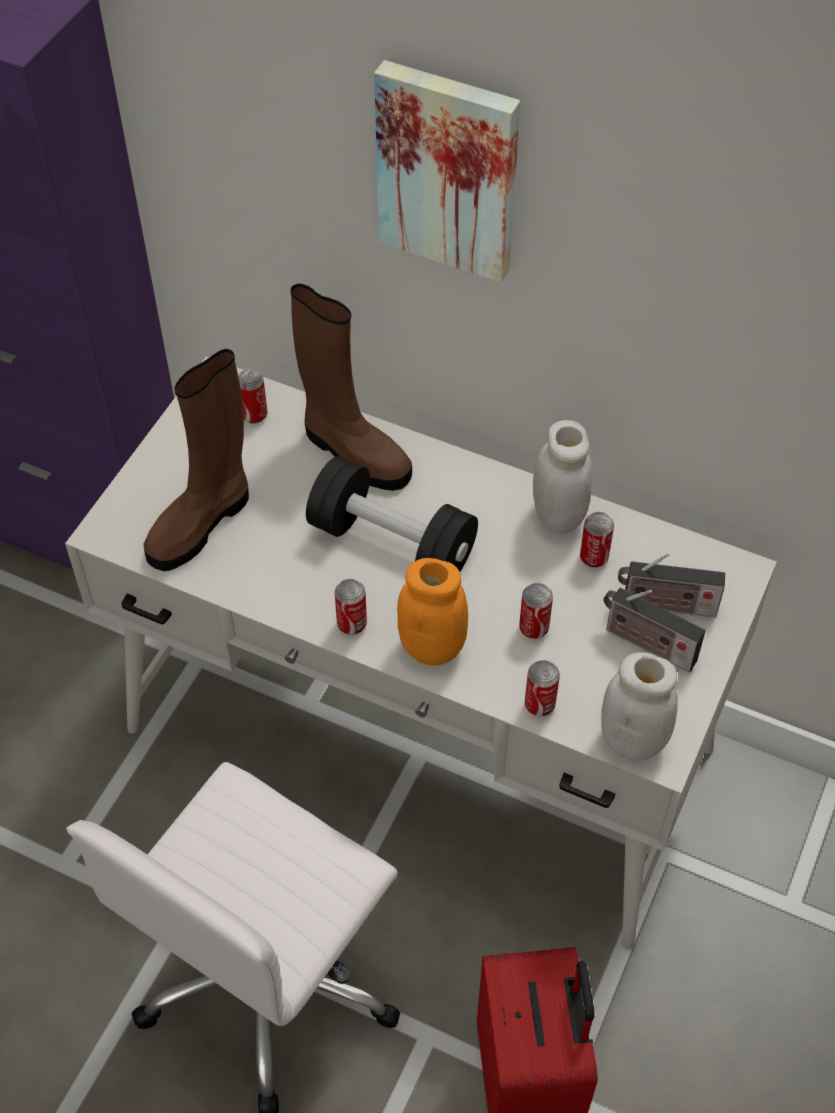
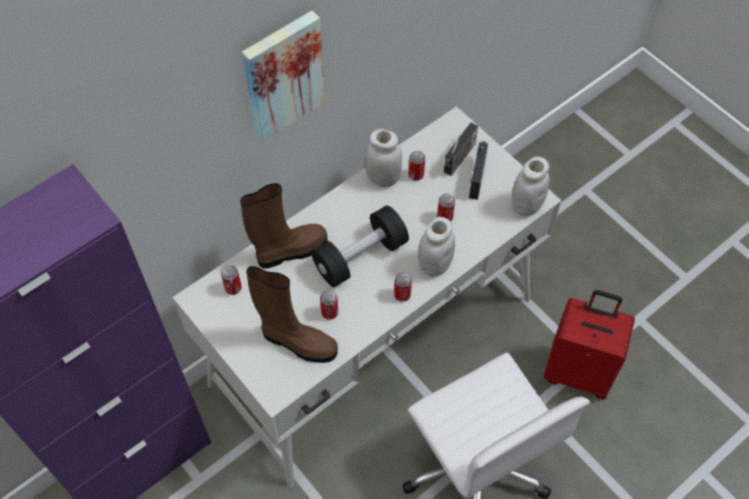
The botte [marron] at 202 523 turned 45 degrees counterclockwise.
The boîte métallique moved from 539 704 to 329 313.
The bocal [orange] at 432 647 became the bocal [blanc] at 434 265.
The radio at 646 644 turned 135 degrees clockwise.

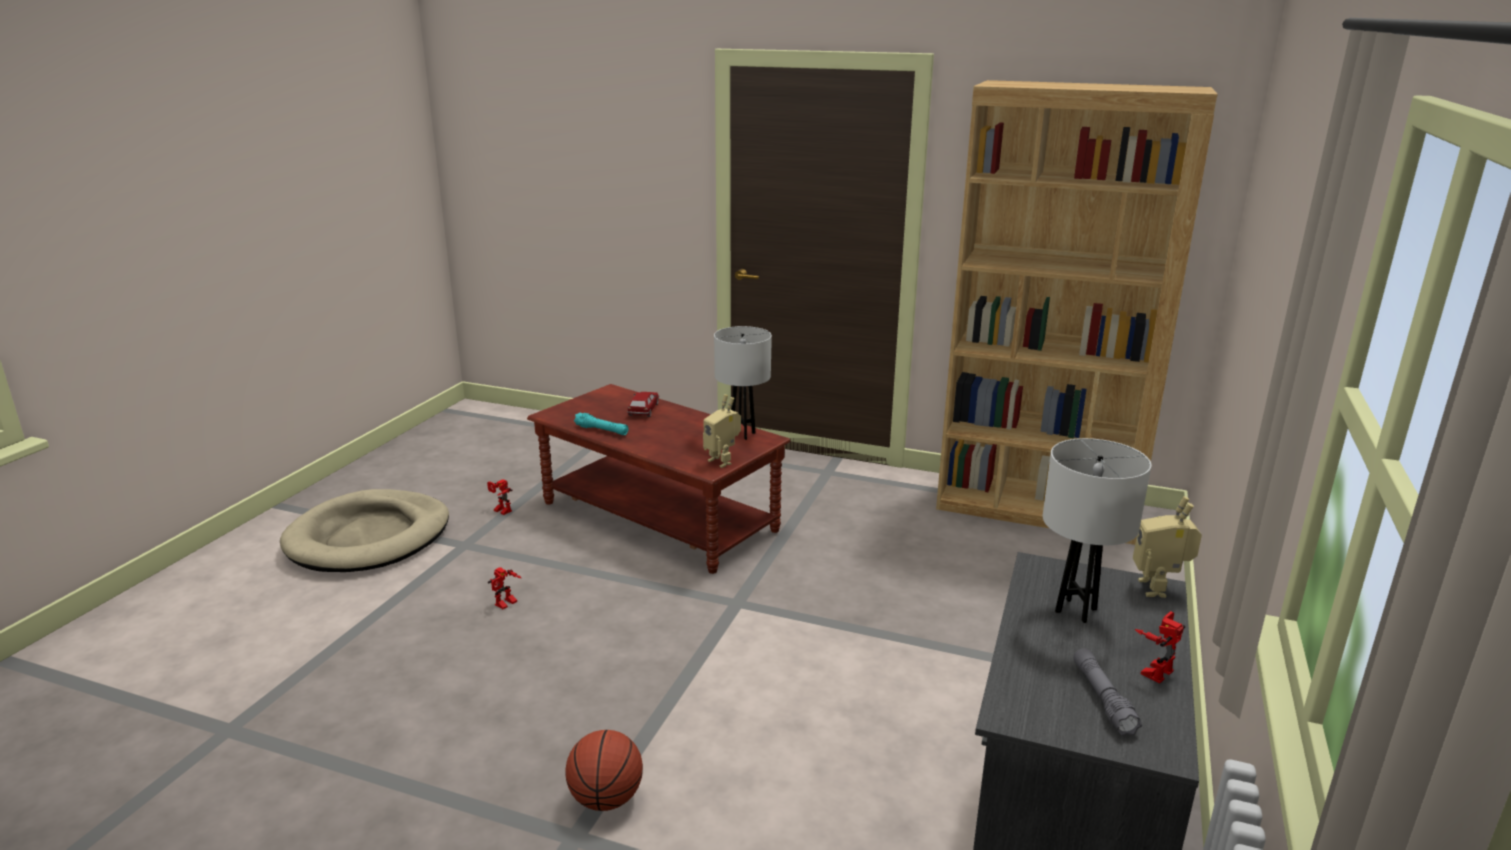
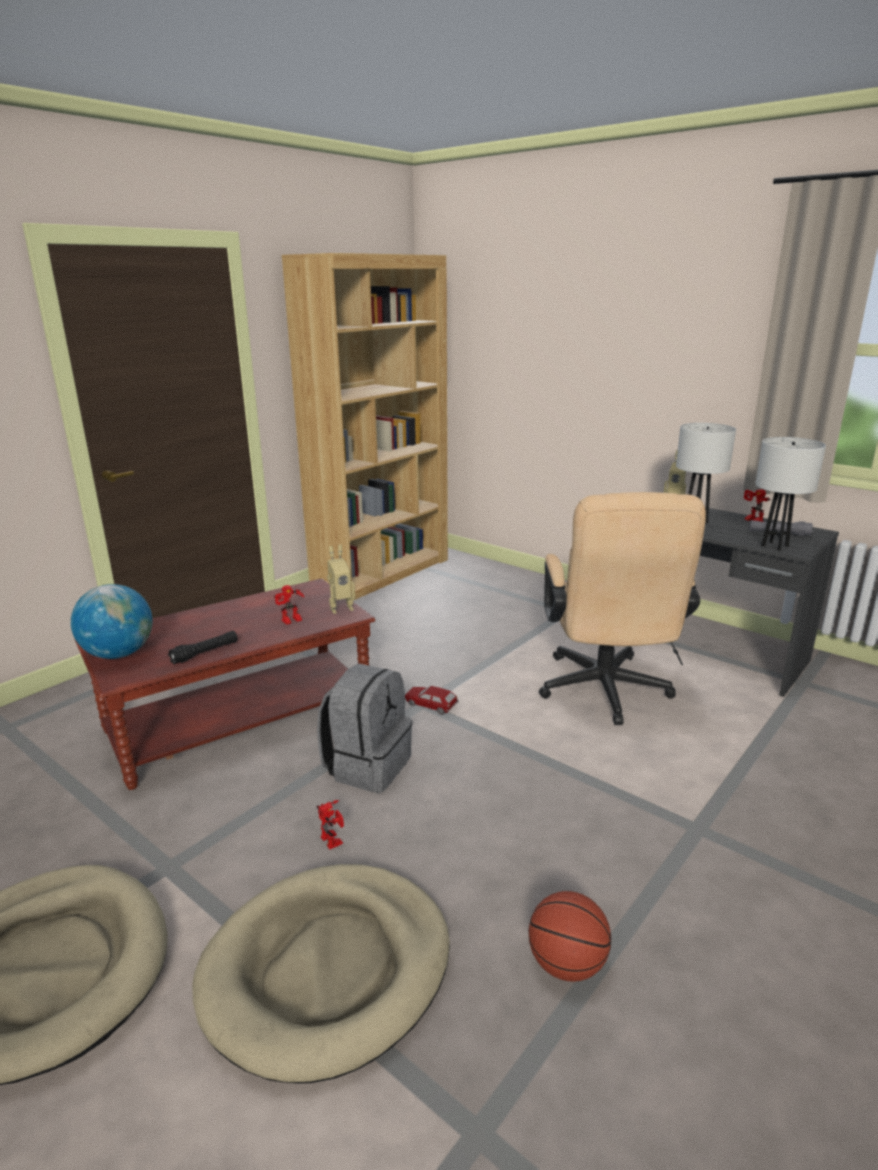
The globe at 119 654 appeared.
The lampe de poche [turquoise] at 601 430 became the lampe de poche [noir] at 205 653.
The panier pour chien [beige] at 327 970 appeared.
The robot jouet moved from 500 511 to 291 621.
The sac à dos [gris] at 367 766 appeared.
The petite voiture moved from 644 409 to 430 705.
The ballon de basket moved from 606 799 to 566 964.
The chaise de bureau [beige] at 605 694 appeared.
The lampe de table [blanc] moved from 742 434 to 775 546.

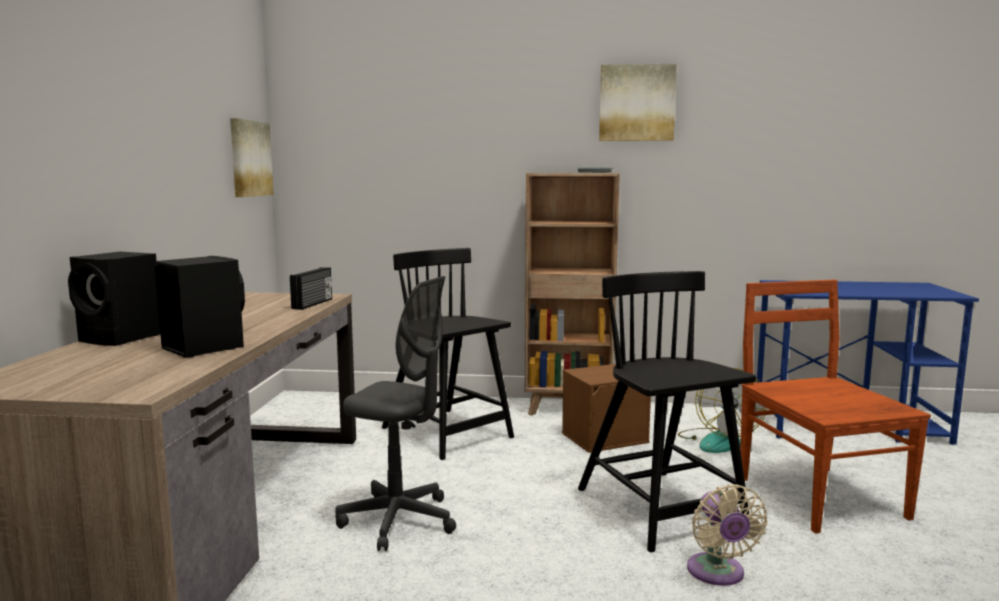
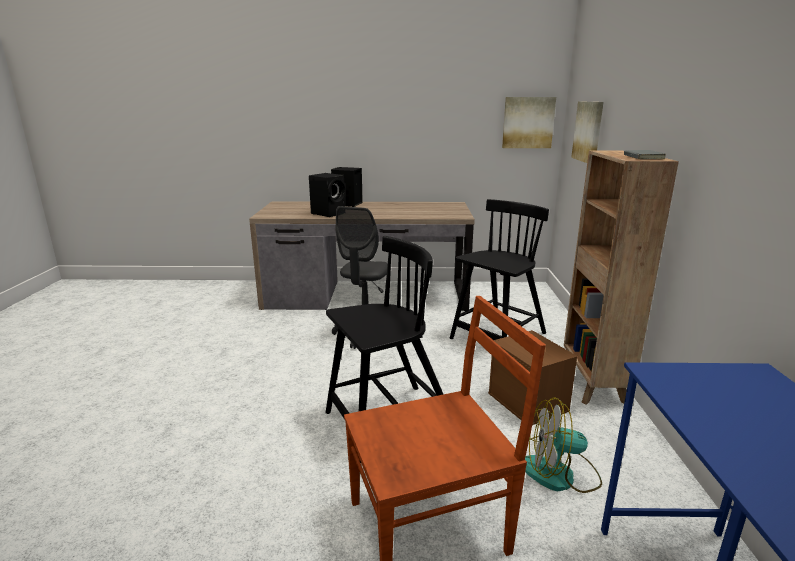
The tableau moved from 636 103 to 588 131.
The radio at 313 304 disappeared.
The ventilateur [beige] at 718 574 disappeared.

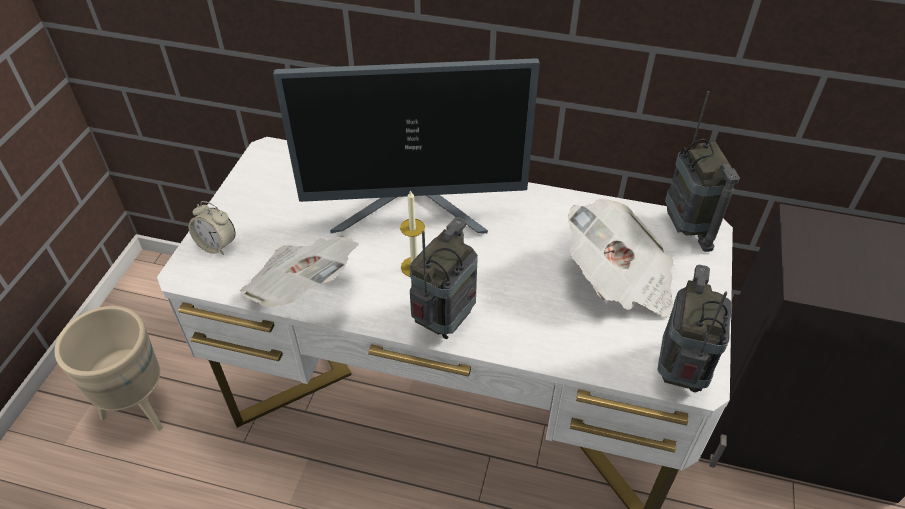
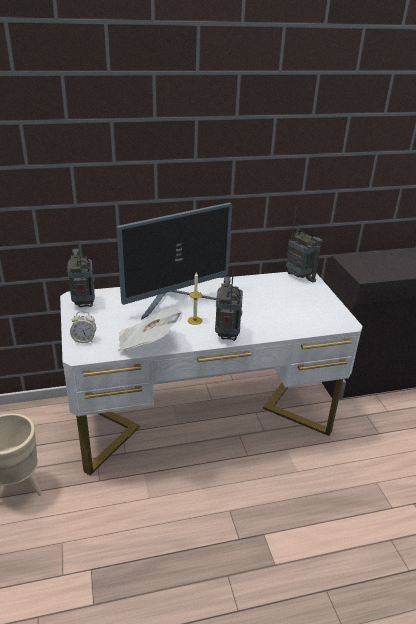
The radio moved from 680 372 to 84 303.
The journal at 619 280 disappeared.

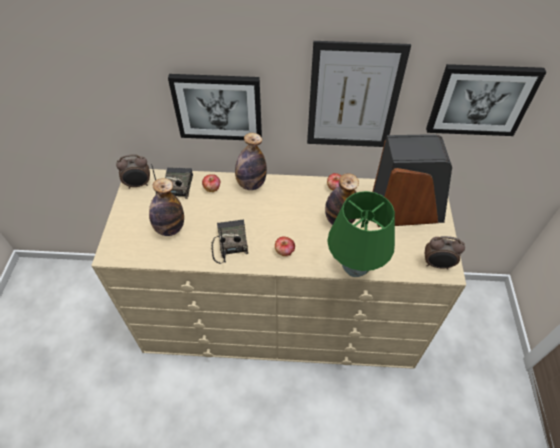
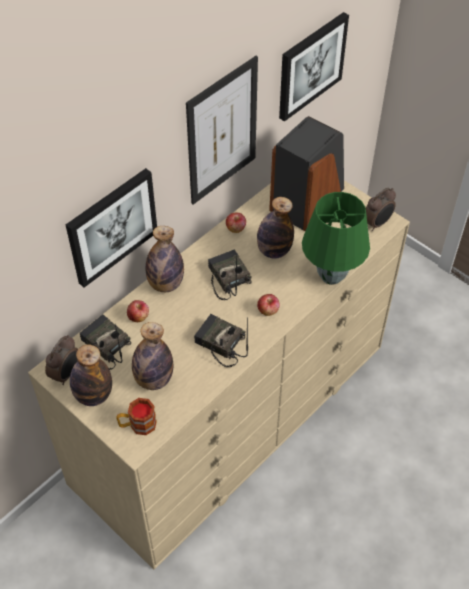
The bouteille at 93 395 appeared.
The mug at 137 425 appeared.
The radio at 227 278 appeared.

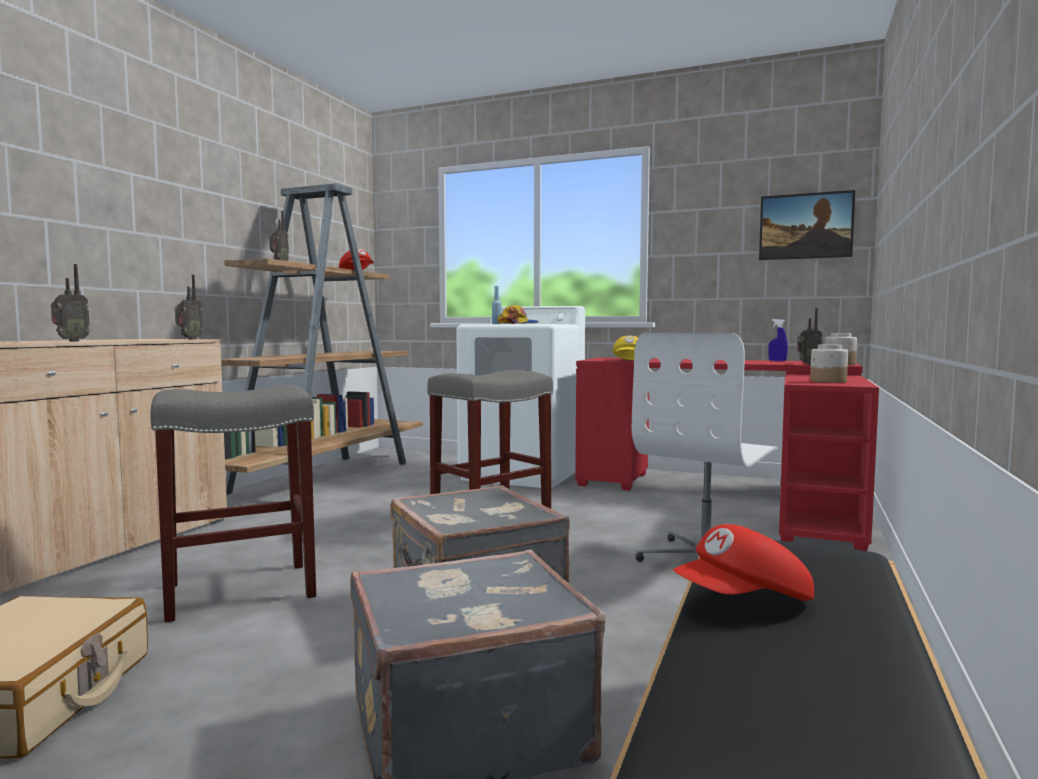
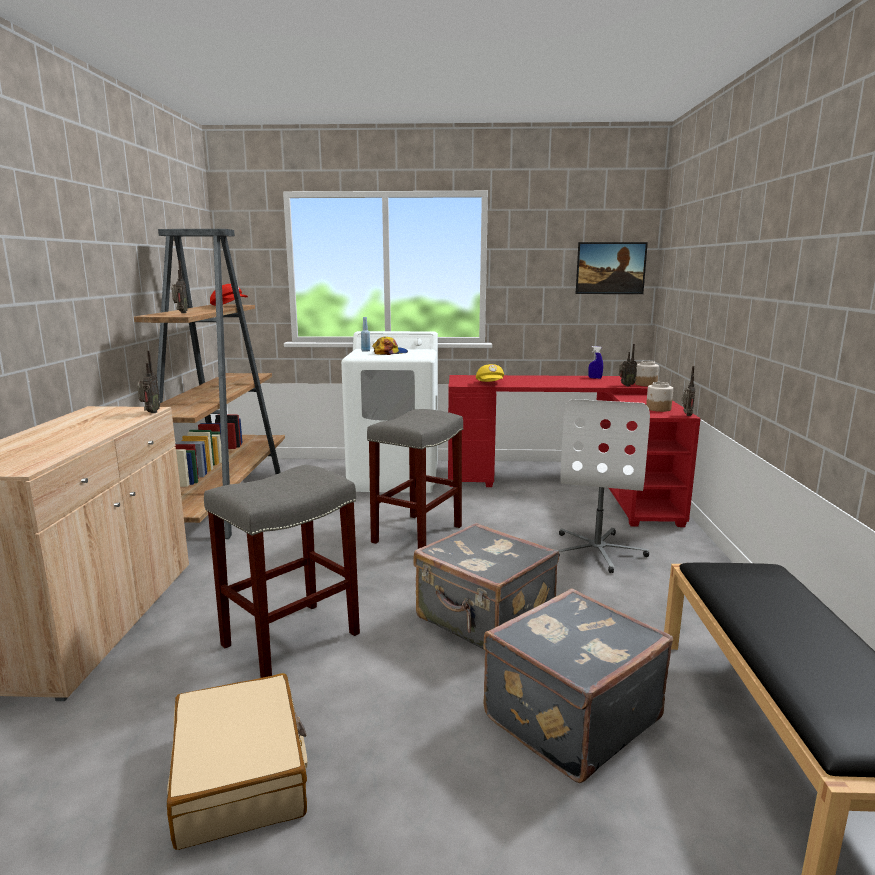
The radio moved from 70 341 to 686 415.
The casquette [rouge] at 744 602 disappeared.

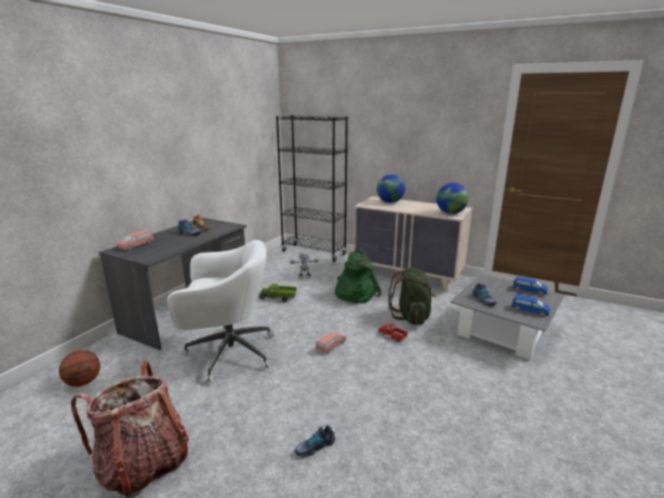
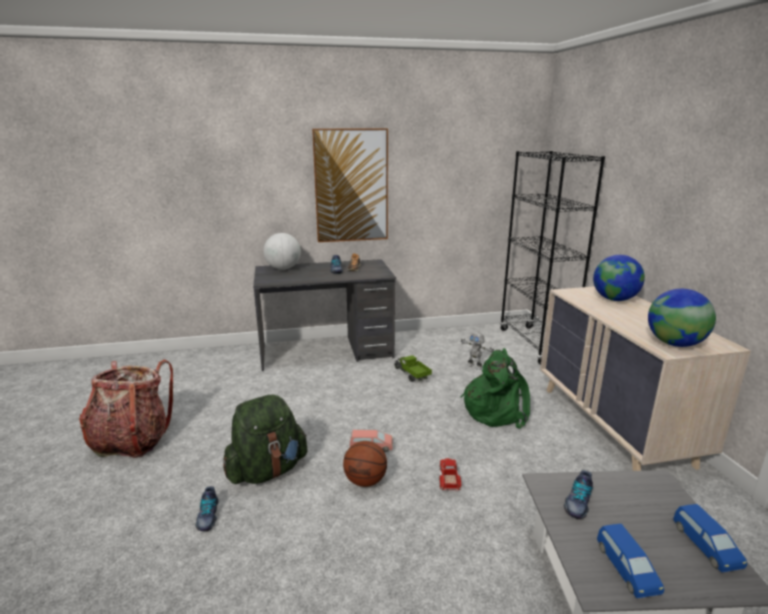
The chaussure at 314 446 turned 120 degrees counterclockwise.
The sac à dos [vert] moved from 411 316 to 267 470.
The petite voiture [rose] at 136 245 was replaced by the globe at 283 269.
The tableau at 351 186 appeared.
The ballon de basket moved from 84 382 to 365 481.
The chaise de bureau [blanc] at 228 353 disappeared.

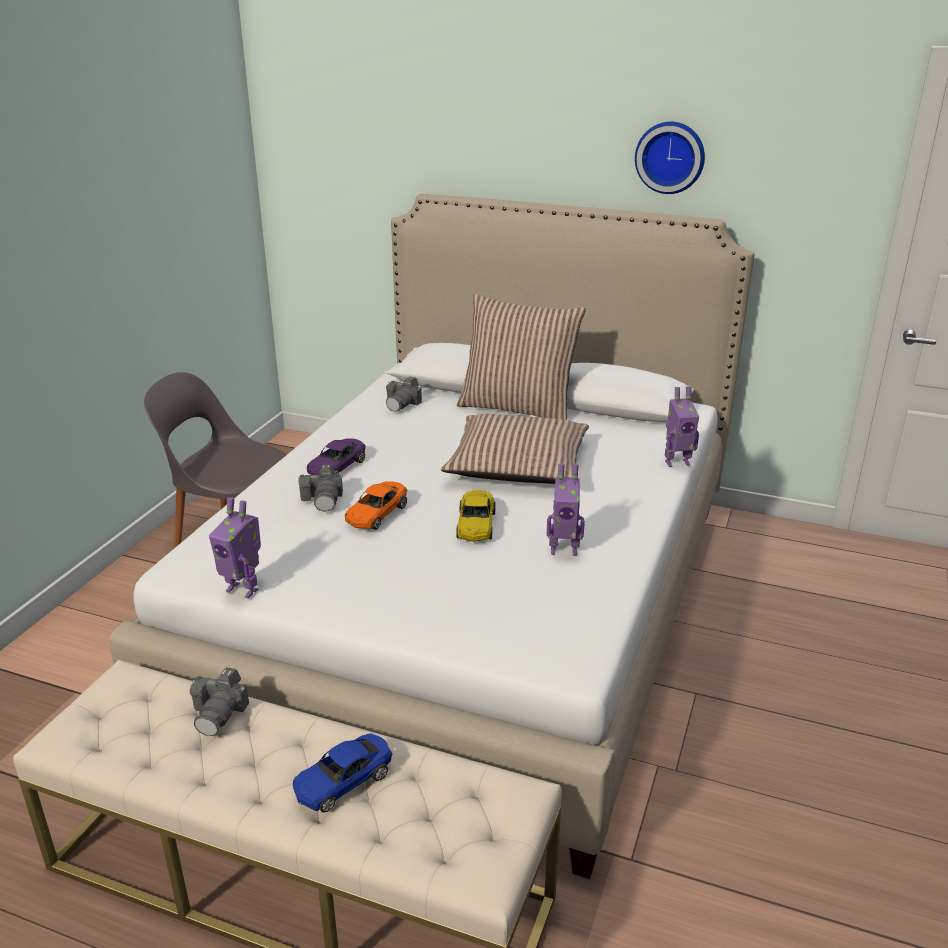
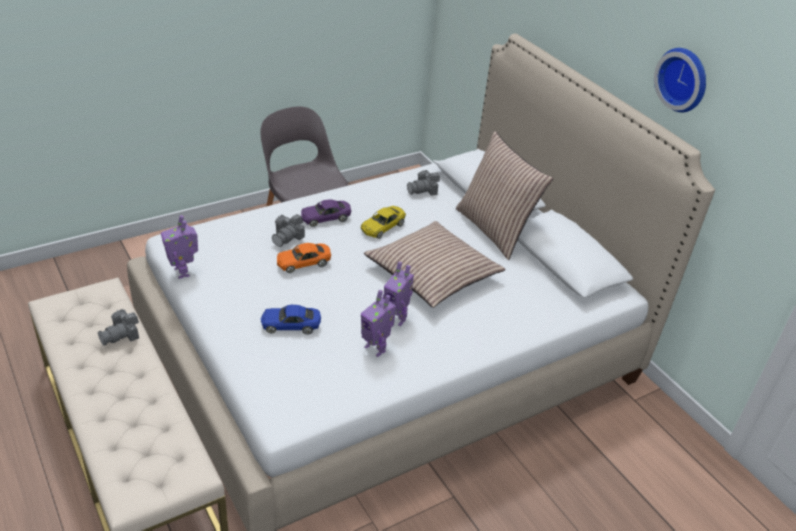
The petite voiture [bleu] moved from 343 781 to 291 325.
The petite voiture [jaune] moved from 476 524 to 382 227.
The robot jouet moved from 676 462 to 396 318.

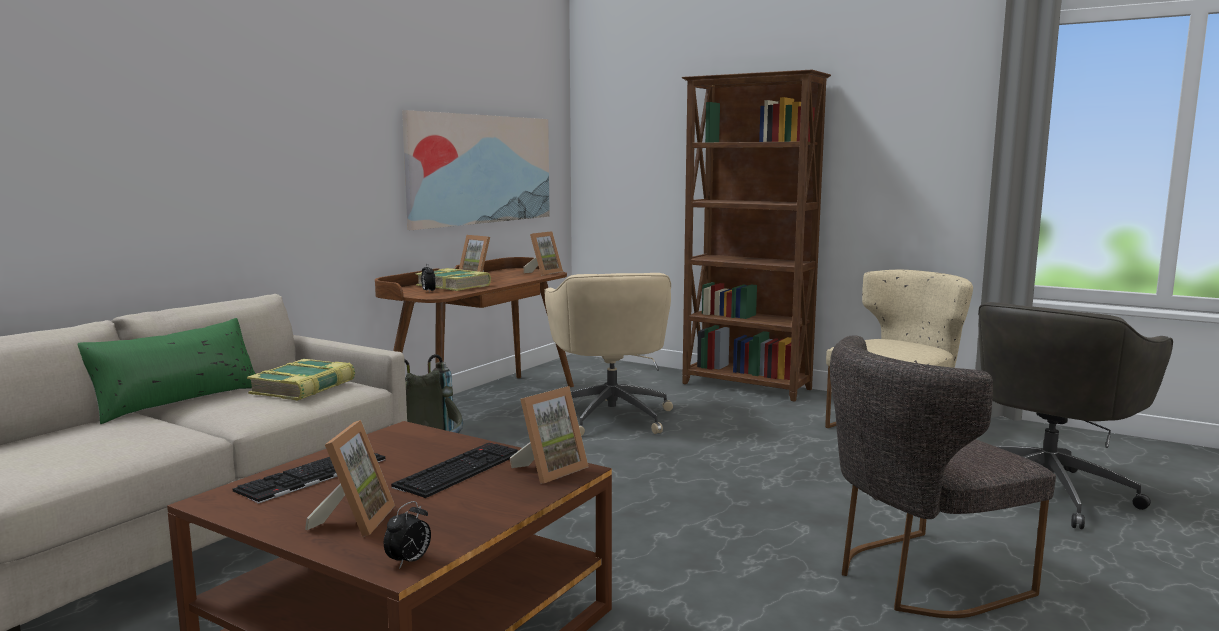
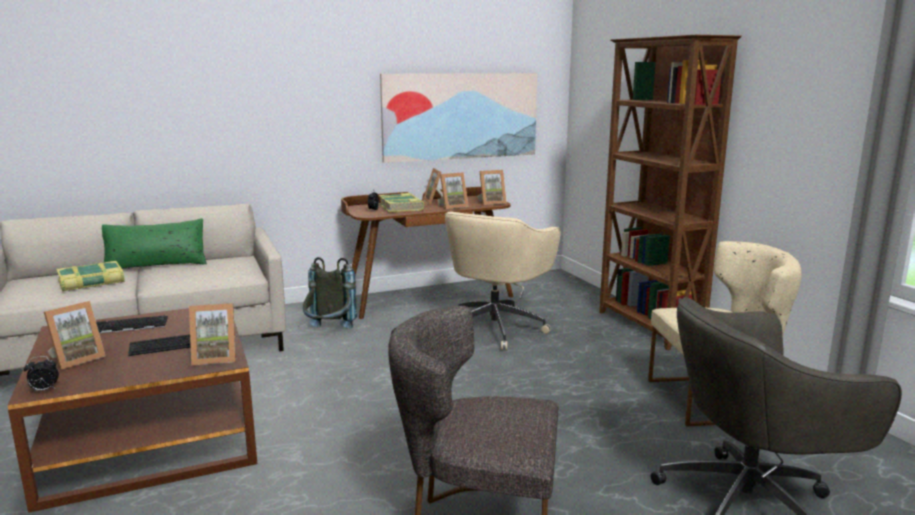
The livre moved from 304 388 to 91 282.
The cadre photo at 452 207 appeared.

